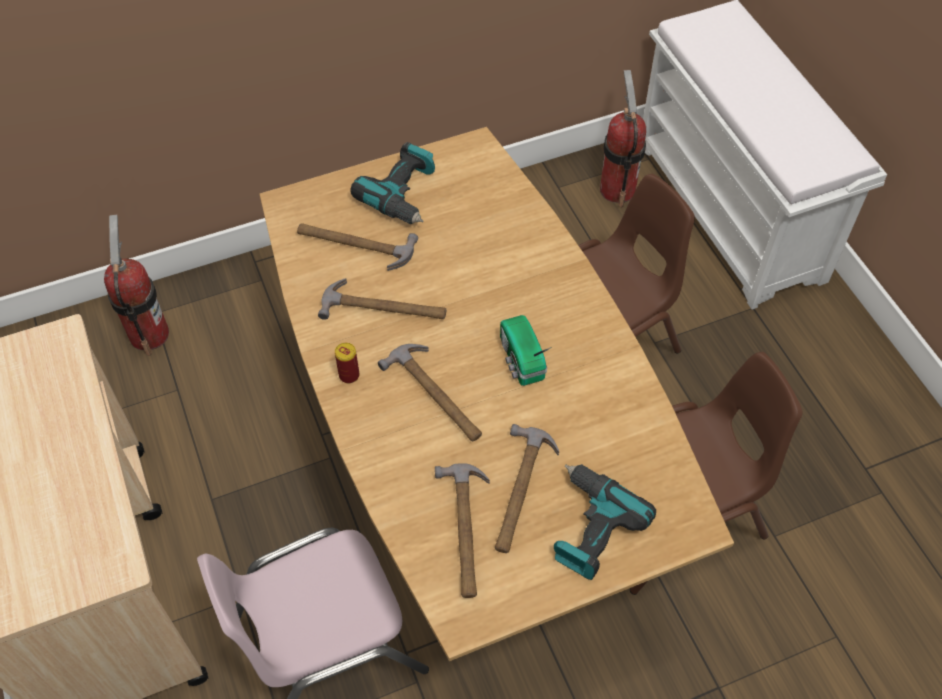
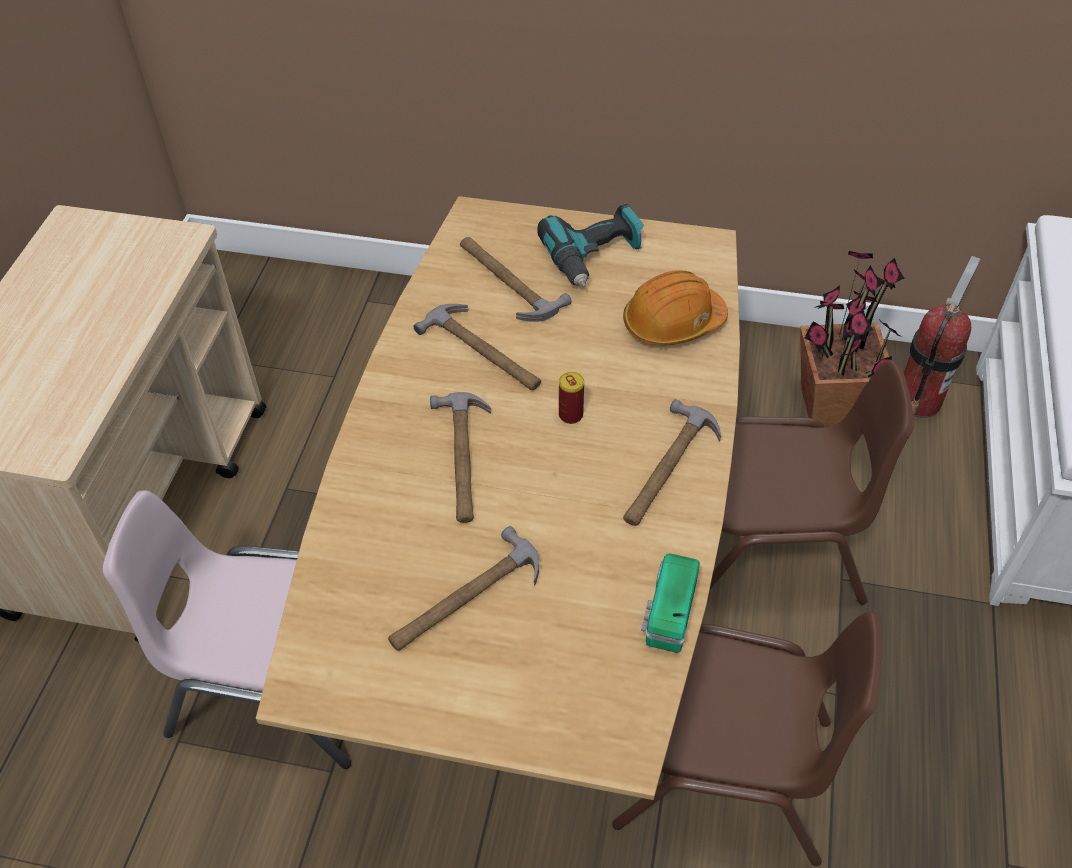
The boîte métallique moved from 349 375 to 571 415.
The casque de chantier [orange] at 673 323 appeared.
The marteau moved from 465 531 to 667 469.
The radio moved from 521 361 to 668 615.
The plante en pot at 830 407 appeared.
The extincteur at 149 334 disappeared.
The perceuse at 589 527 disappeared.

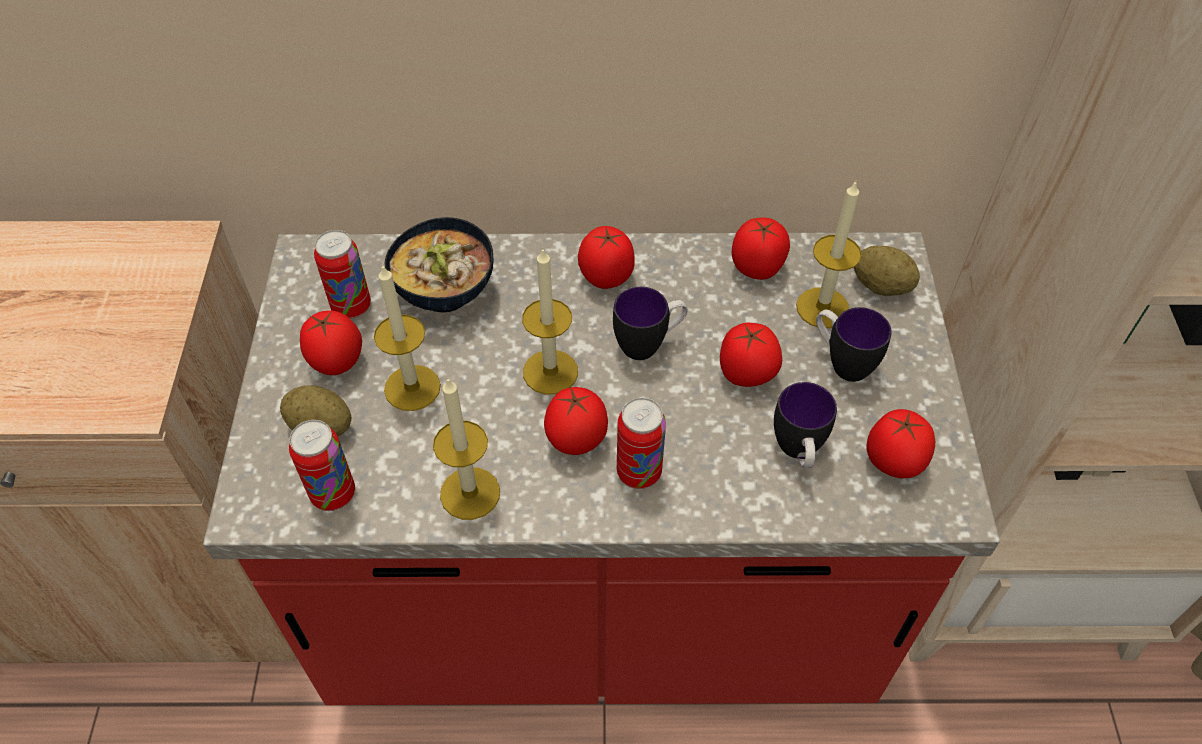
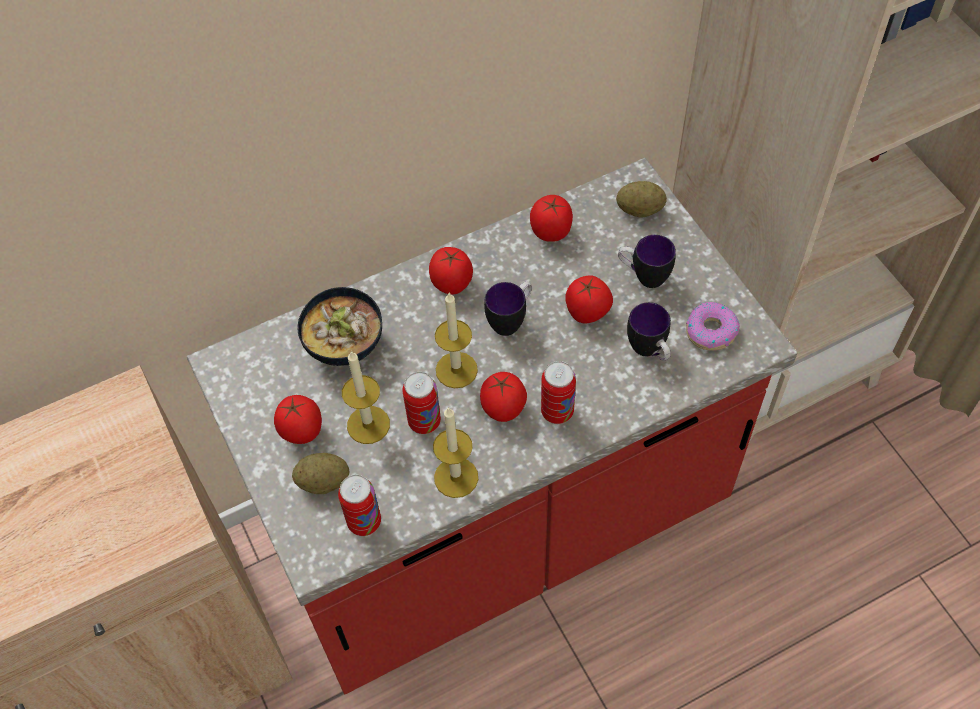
The boîte métallique moved from 351 306 to 424 422.
The tomate at 893 462 was replaced by the beignet at 710 331.
The bougie at 822 308 disappeared.

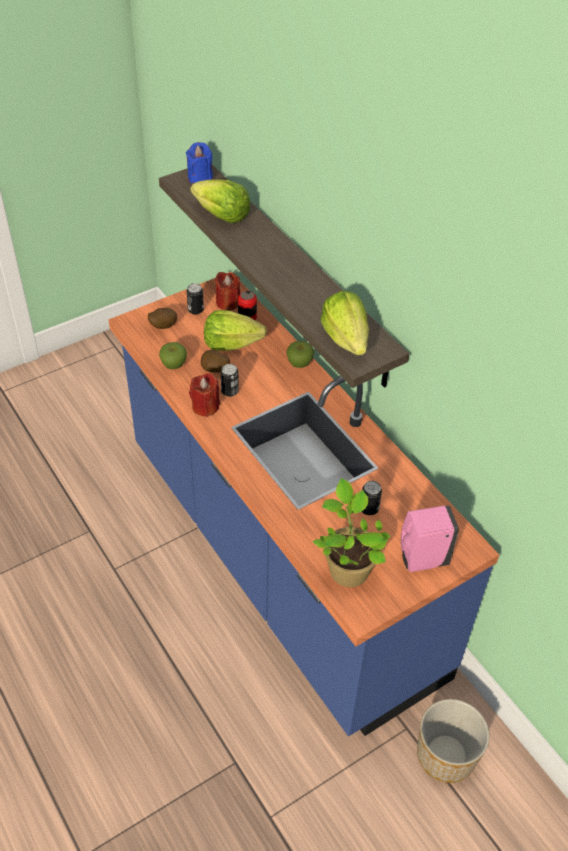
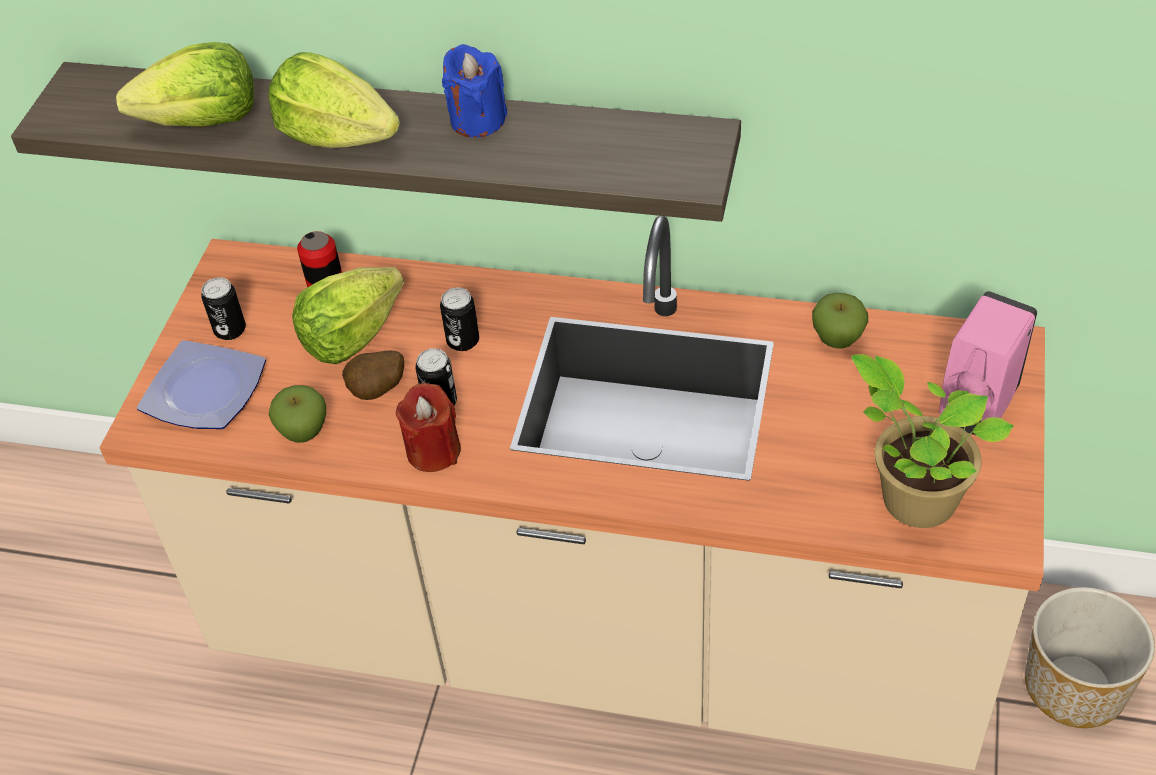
The comptoir de cuisine [bleu] at 279 559 became the comptoir de cuisine [beige] at 598 637.
The pomme de terre at 162 326 was replaced by the assiette at 207 390.
The laitue moved from 346 338 to 337 136.
The boîte métallique moved from 369 508 to 463 341.
The bougie [bleu] moved from 200 178 to 477 120.
The pomme moved from 299 364 to 837 339.
The bougie [rouge] at 228 302 disappeared.

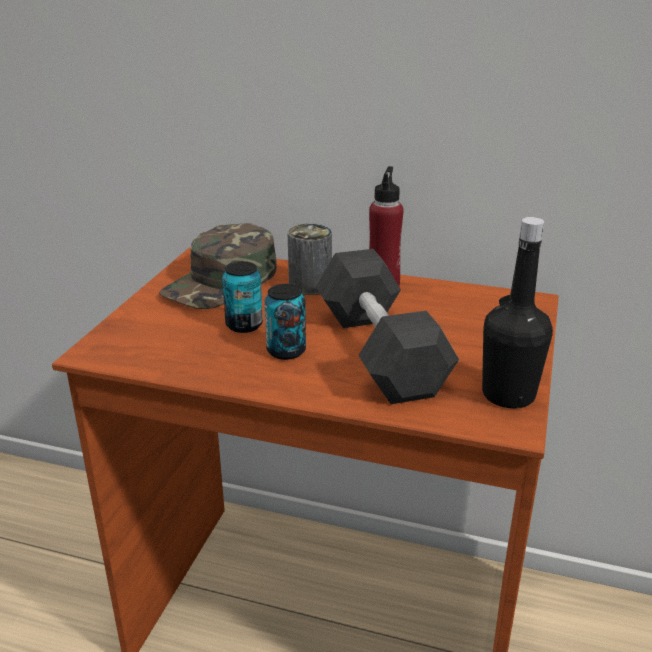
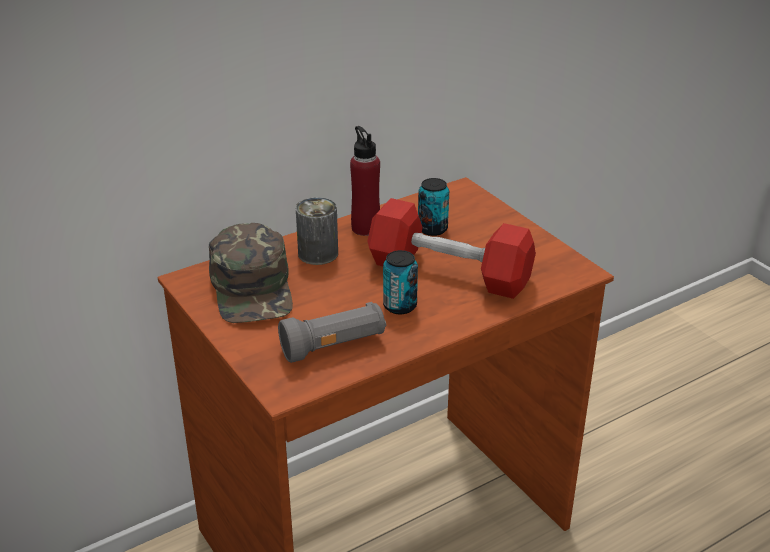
The lampe de poche [gris] at 334 346 appeared.
The haltère [noir] at 380 352 became the haltère [rouge] at 449 272.
The boîte métallique moved from 244 325 to 432 229.
The bouteille [noir] at 508 395 disappeared.

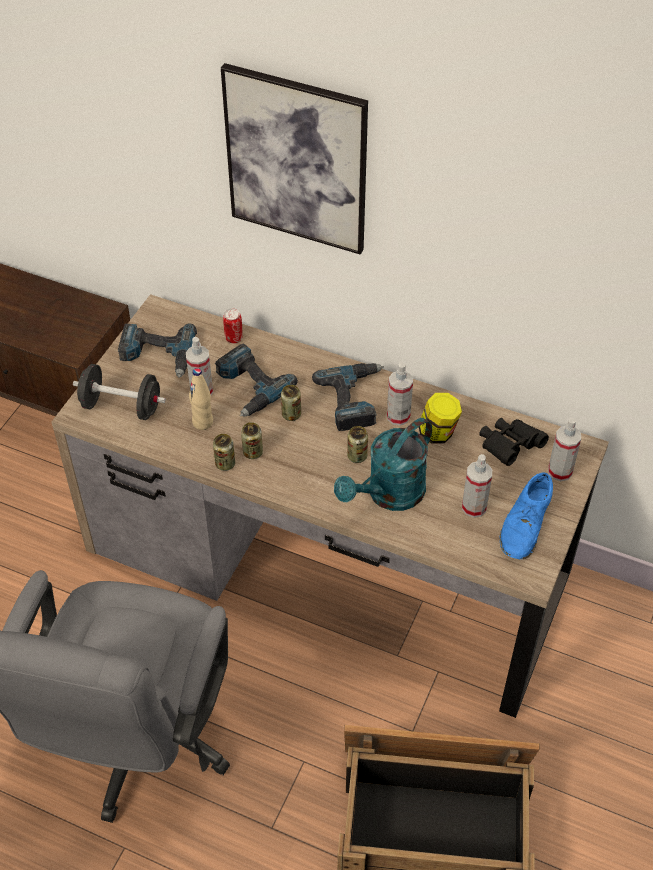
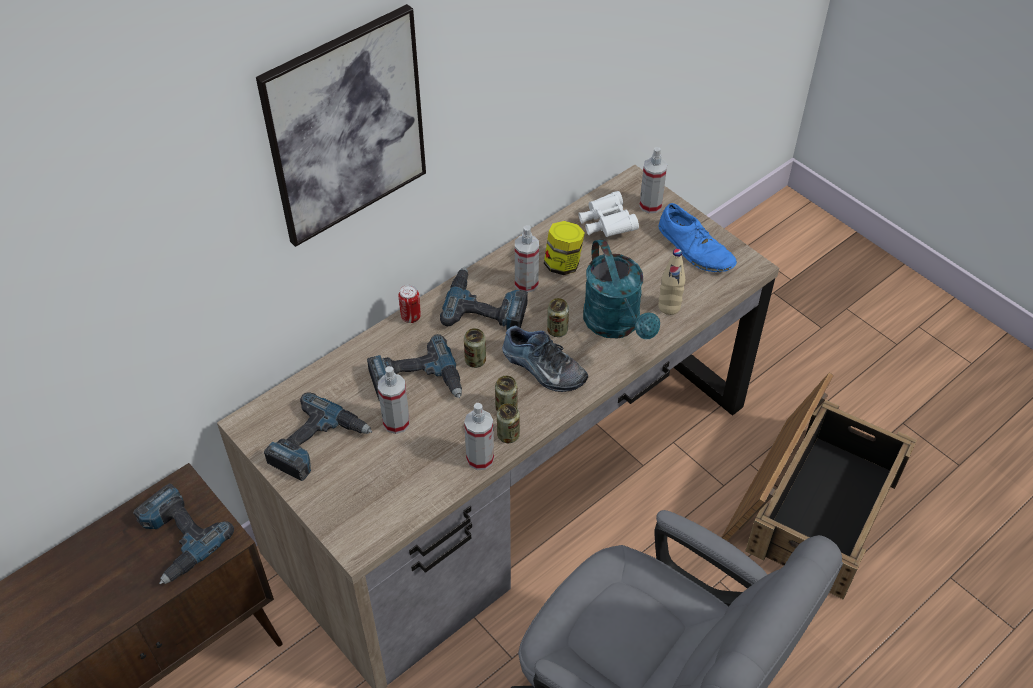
The perceuse at 176 538 appeared.
The boîte métallique moved from 234 338 to 411 317.
The vaporisateur moved from 474 507 to 480 458.
The chaussure at 542 369 appeared.
The jumelles [noir] at 509 447 became the jumelles [blanc] at 606 225.
The bouteille [beige] moved from 203 422 to 669 307.
The haltère [noir] at 121 406 disappeared.

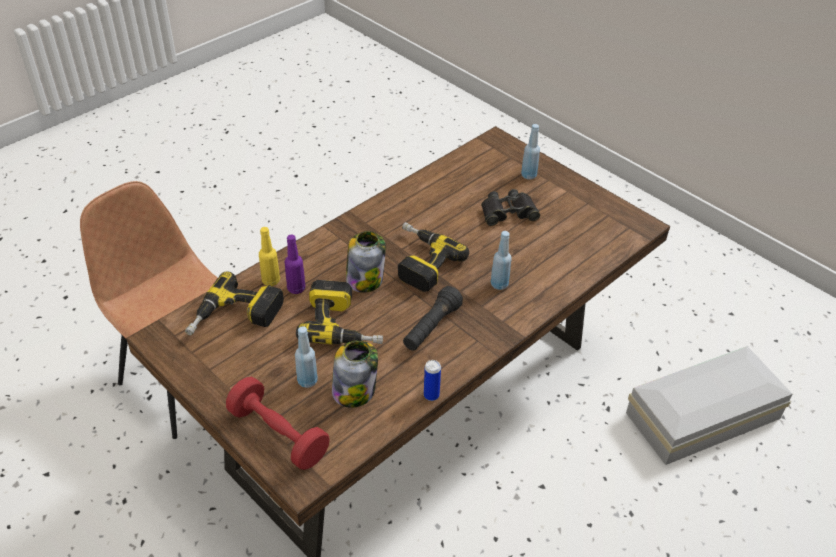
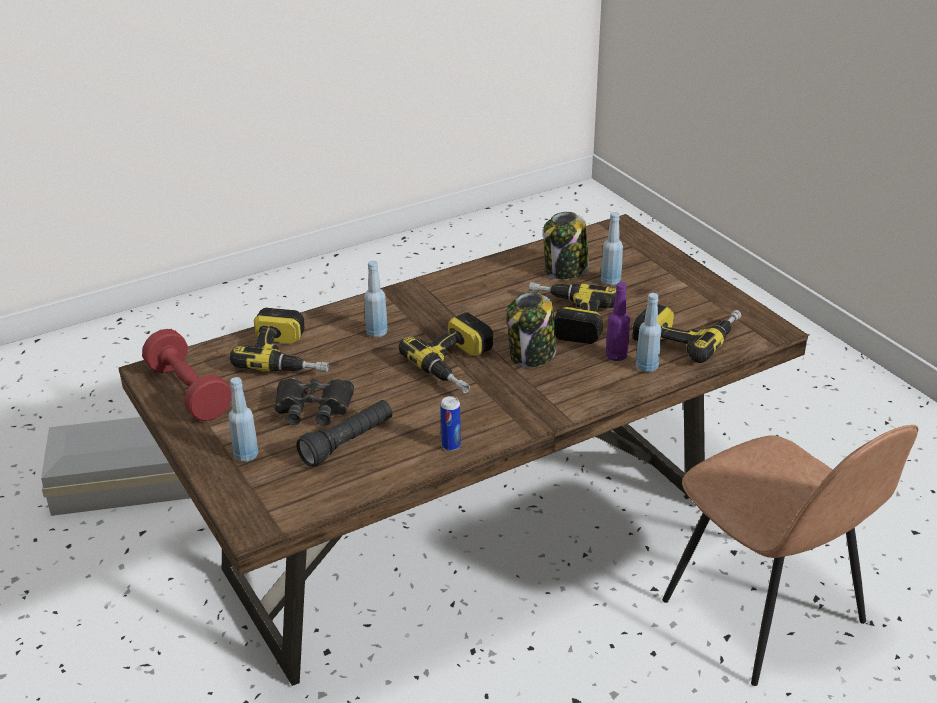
The haltère [rouge] moved from 278 434 to 189 392.
The perceuse at 289 356 appeared.
The lampe de poche [noir] moved from 431 328 to 347 443.
The boîte métallique moved from 431 395 to 451 445.
The bouteille [jaune] at 271 281 became the bouteille [bleu] at 646 367.

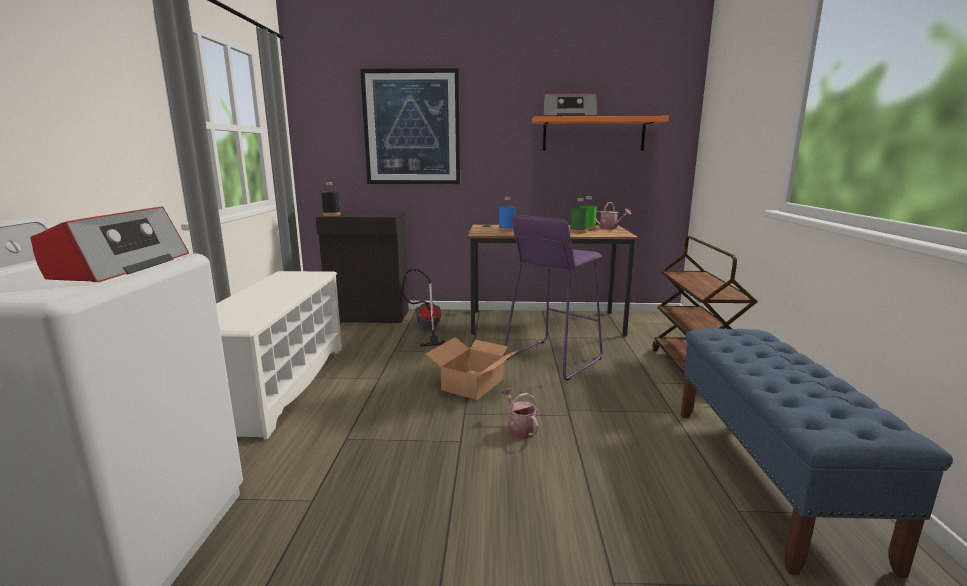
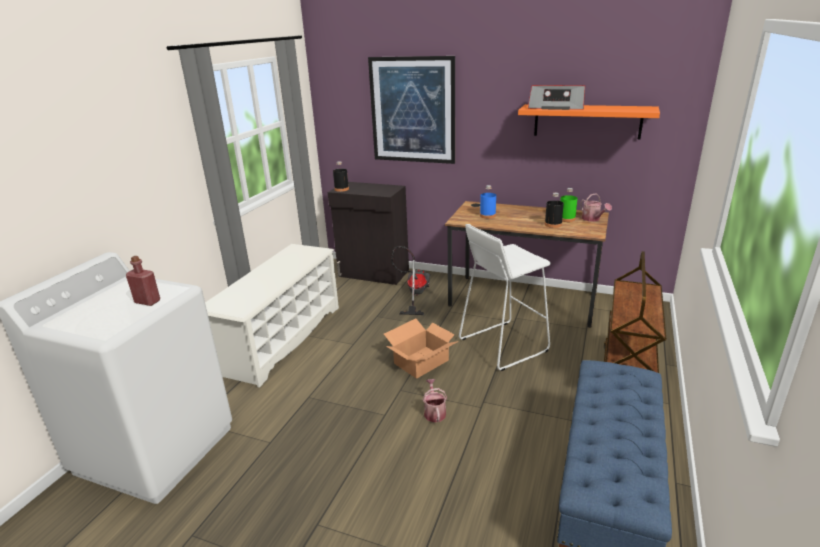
The radio at 120 266 was replaced by the bouteille [rouge] at 147 301.
The tabouret [violet] at 552 359 became the tabouret [blanc] at 502 345.
The bouteille [vert] at 578 232 became the bouteille [noir] at 553 224.

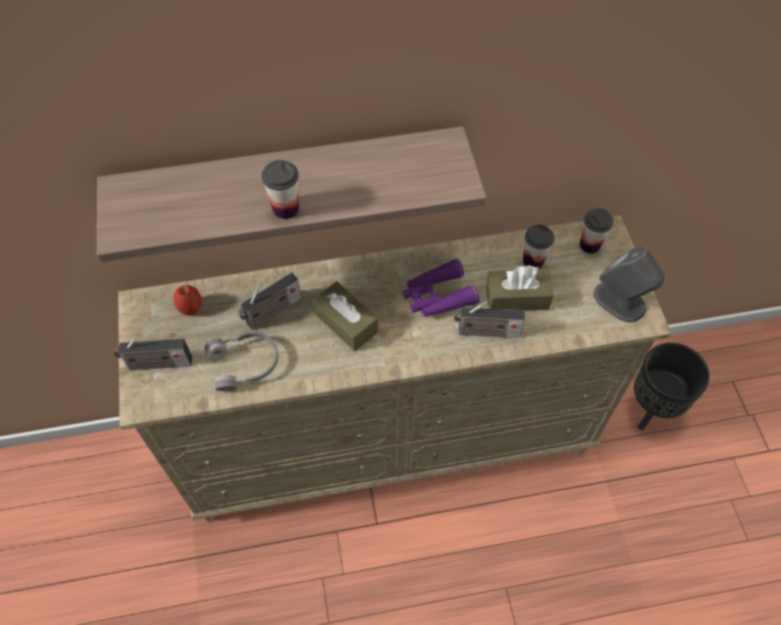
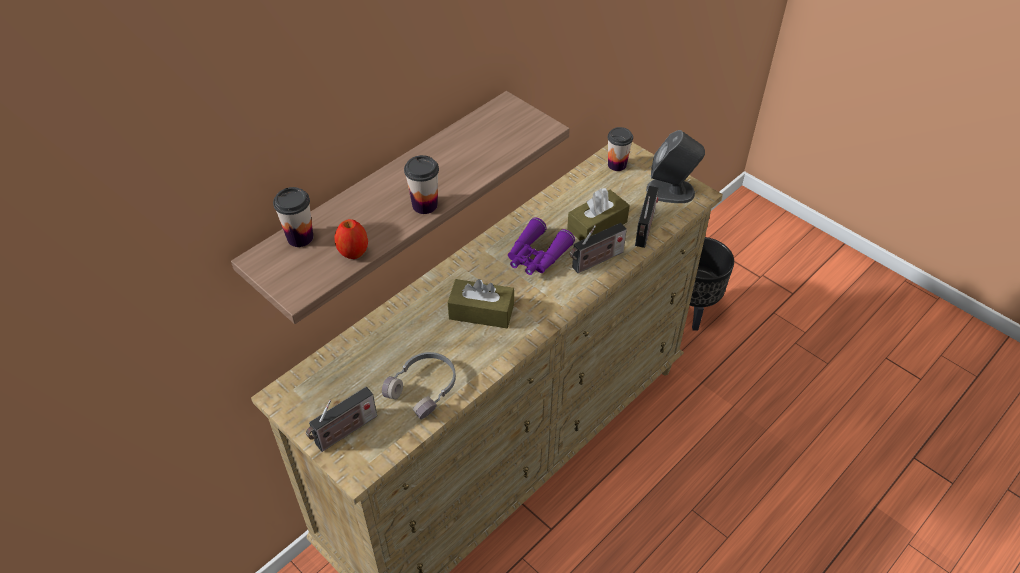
The tasse moved from 533 261 to 300 237.
The pomme moved from 190 308 to 353 252.
The radio moved from 272 313 to 645 230.

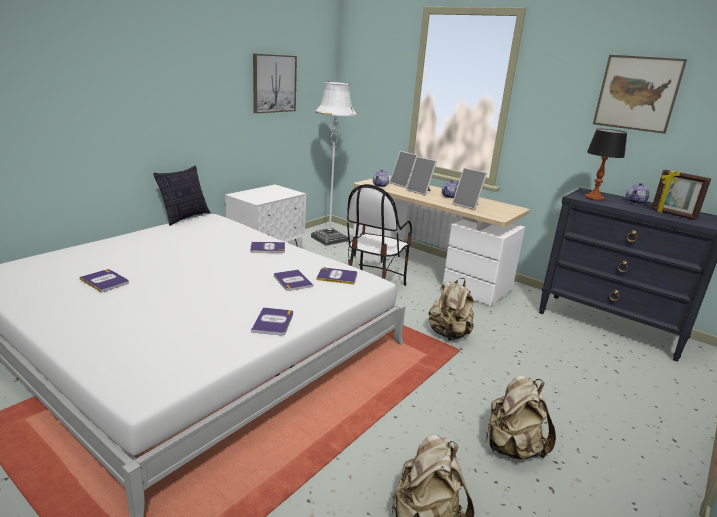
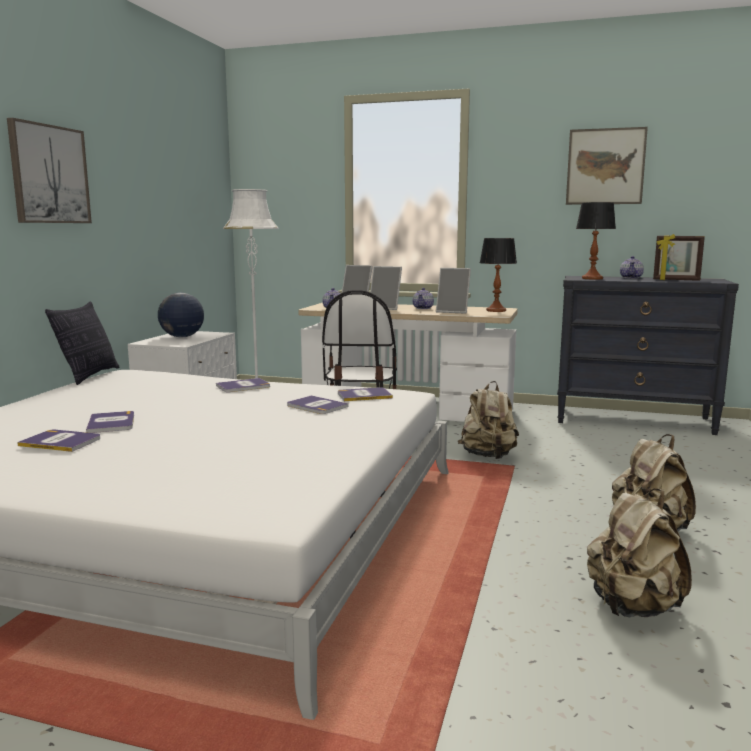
The tableau moved from 274 83 to 49 174.
The livre moved from 273 322 to 111 423.
The globe at 182 337 appeared.
The lampe de table at 496 310 appeared.

